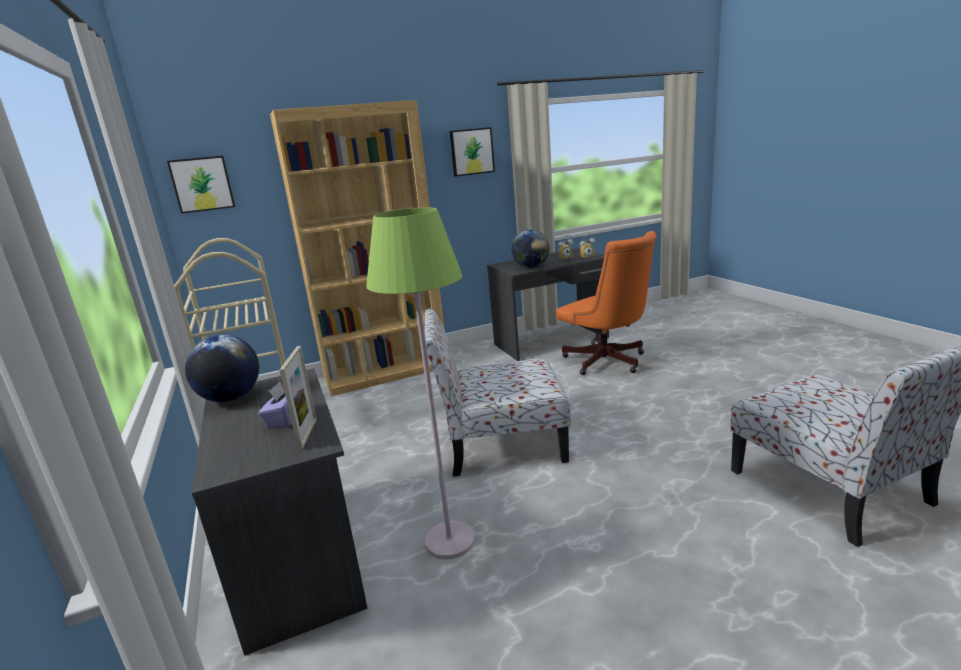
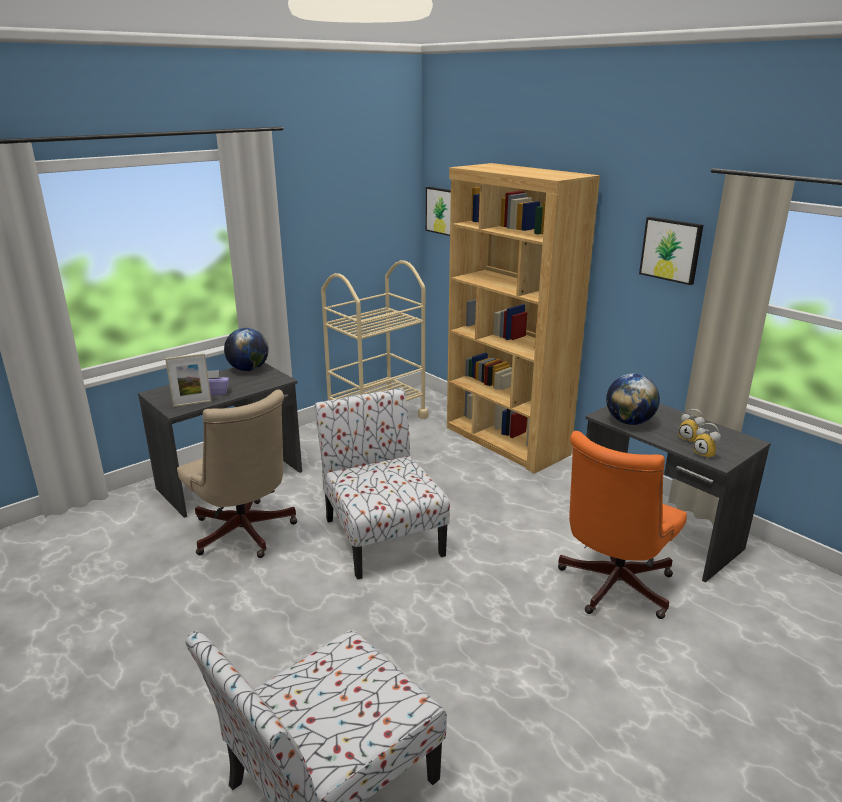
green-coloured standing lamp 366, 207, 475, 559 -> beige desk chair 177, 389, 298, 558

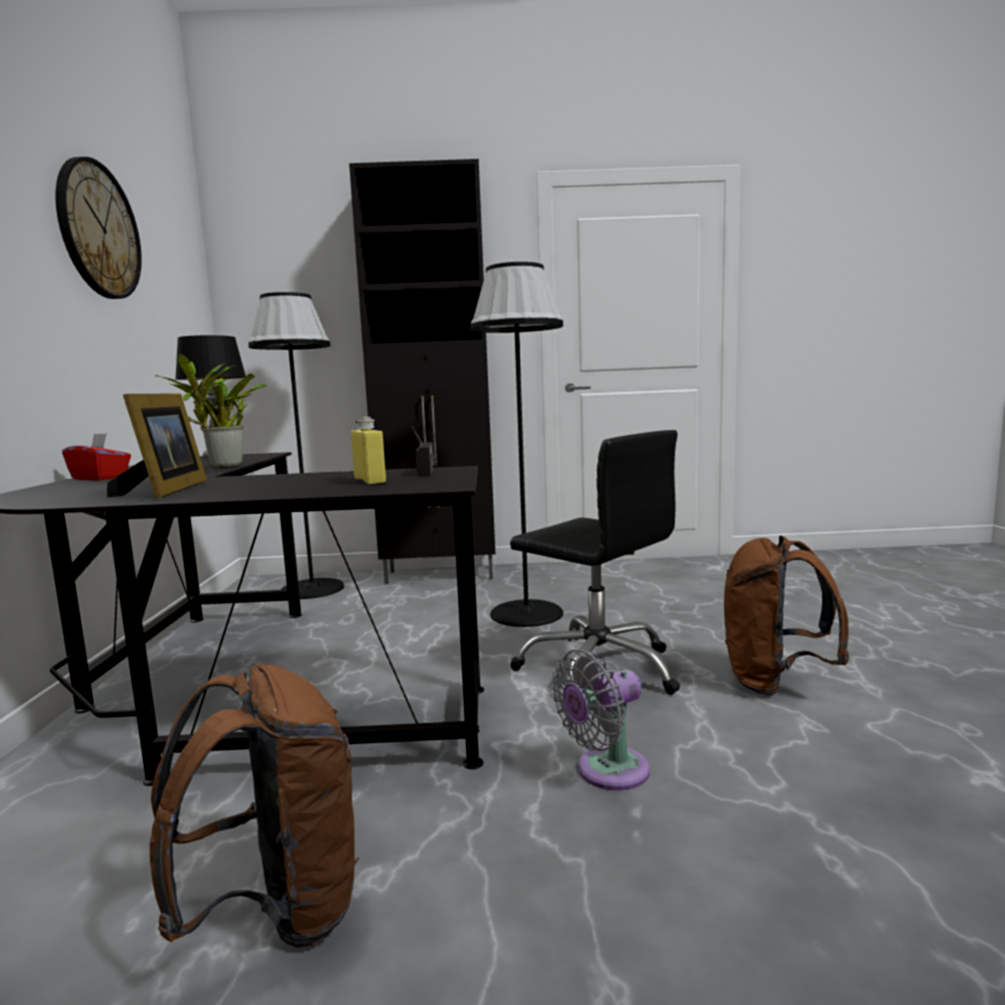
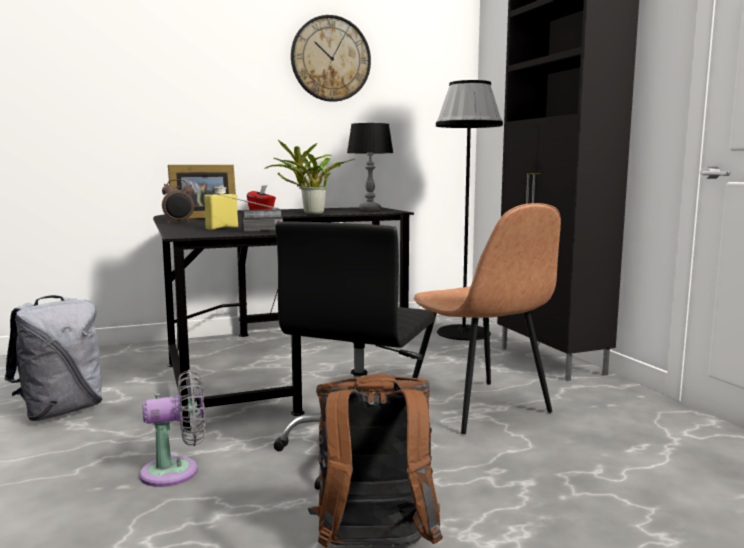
blackish standing lamp 470, 262, 563, 627 -> brown chair 412, 203, 561, 434
gray electric fan 552, 649, 650, 790 -> gray electric fan 140, 370, 206, 487, 120 degrees clockwise
brown knapsack 150, 664, 359, 948 -> gray knapsack 5, 295, 103, 421
none -> table clock 162, 179, 194, 223

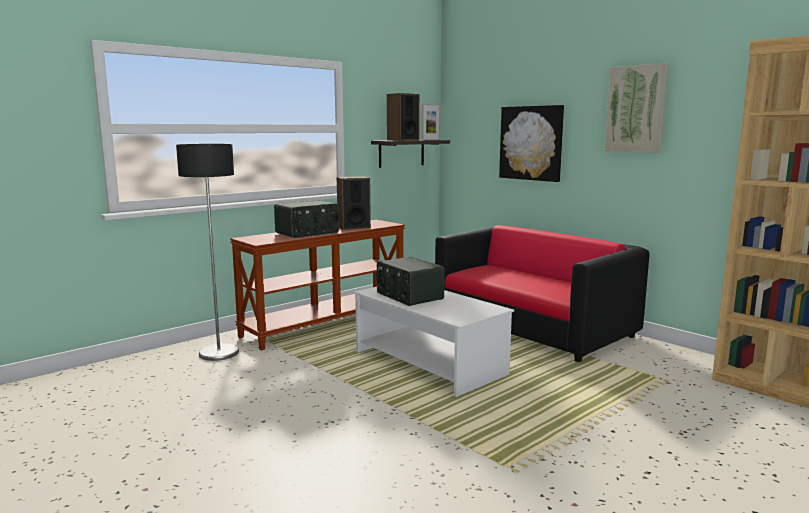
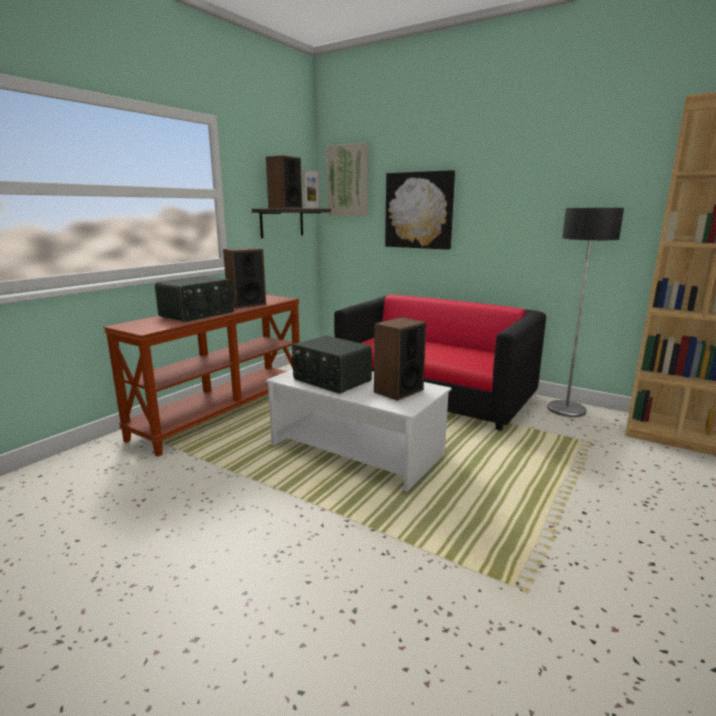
picture 604, 63, 669, 153 -> picture 327, 143, 368, 216, moved
standing lamp 176, 144, 239, 361 -> standing lamp 547, 208, 624, 417, moved
none -> loudspeaker 374, 317, 426, 401

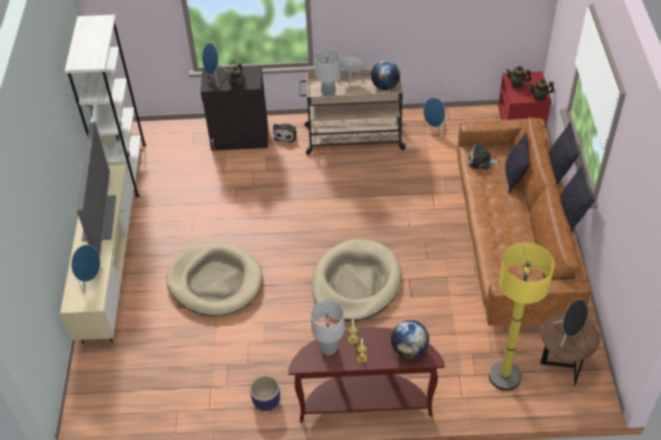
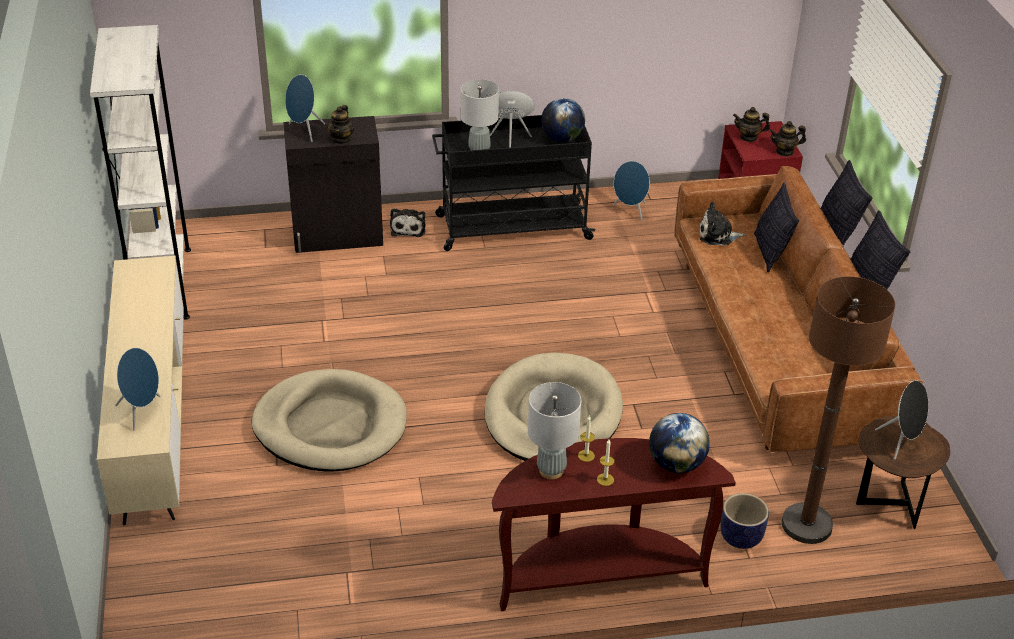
beige trolley 299, 67, 407, 154 -> blackish trolley 432, 115, 596, 251
TV 77, 121, 116, 256 -> none
yellowish standing lamp 489, 243, 554, 391 -> brown standing lamp 782, 276, 895, 544
planter 250, 376, 280, 411 -> planter 720, 493, 769, 549, moved

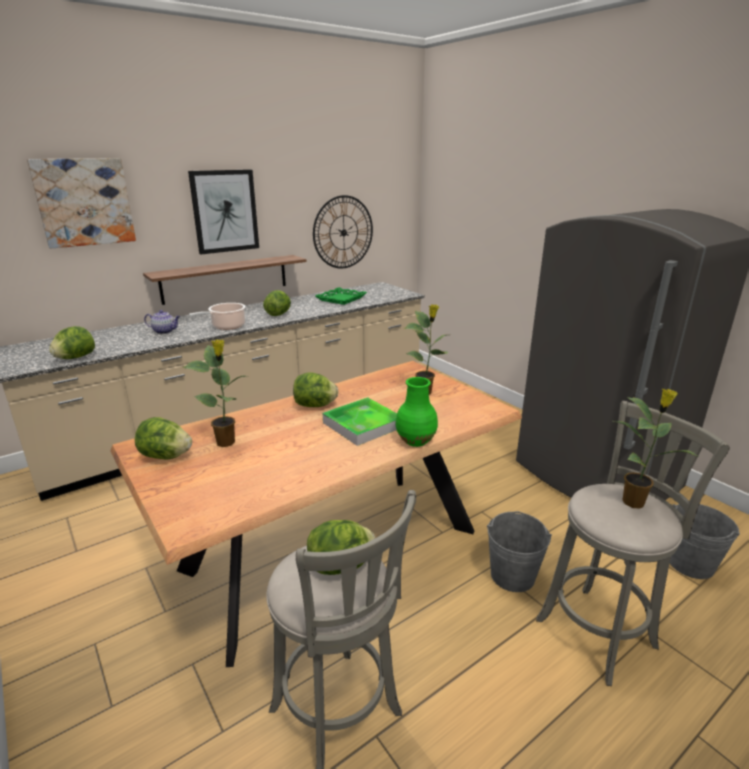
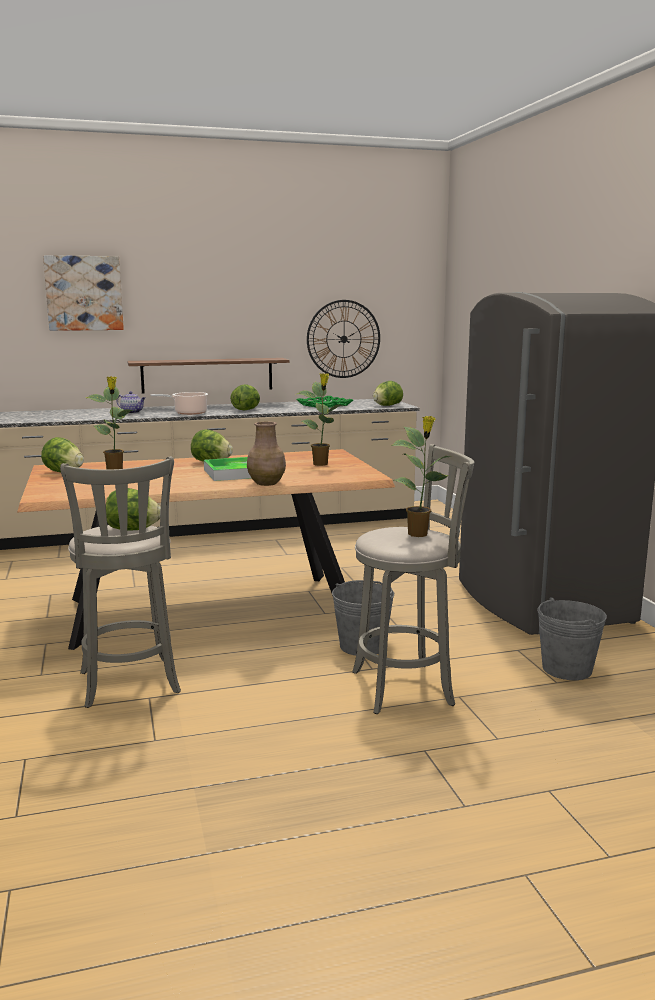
picture 188, 170, 259, 254 -> none
head of lettuce 49, 326, 95, 359 -> head of lettuce 373, 381, 403, 406, moved
green-coloured decorative vase 395, 377, 438, 447 -> brown decorative vase 247, 422, 286, 486

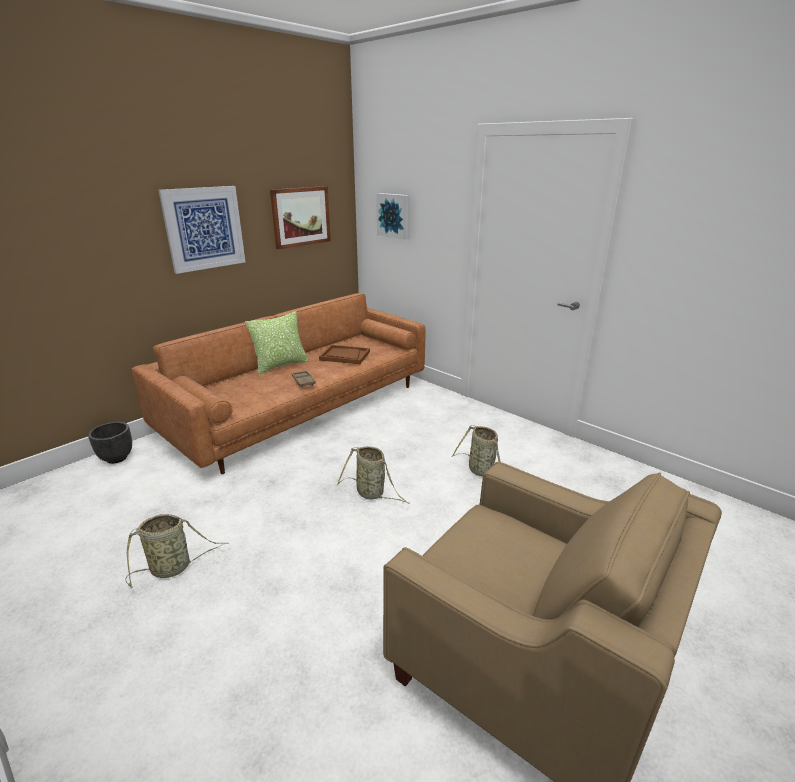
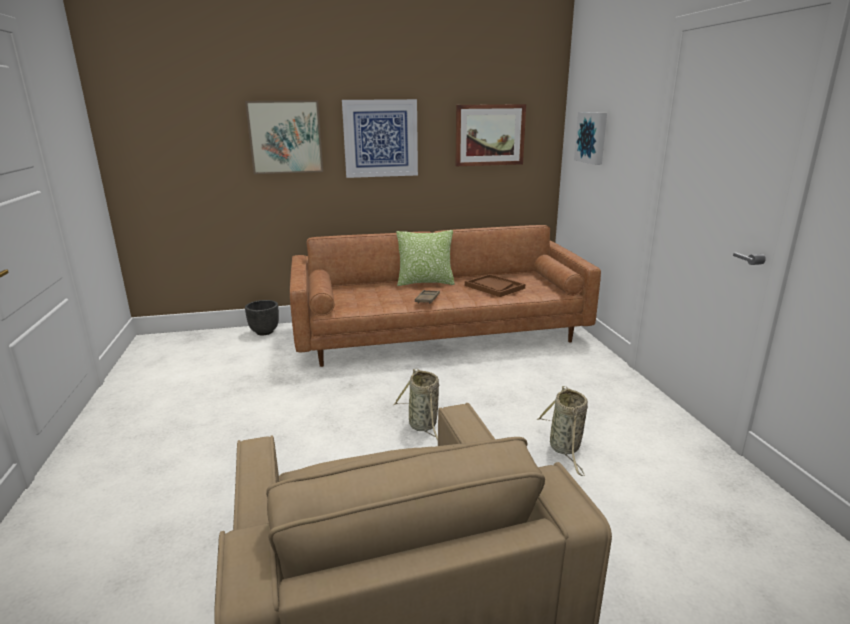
household basket 126, 514, 229, 588 -> none
none -> picture 245, 100, 323, 174

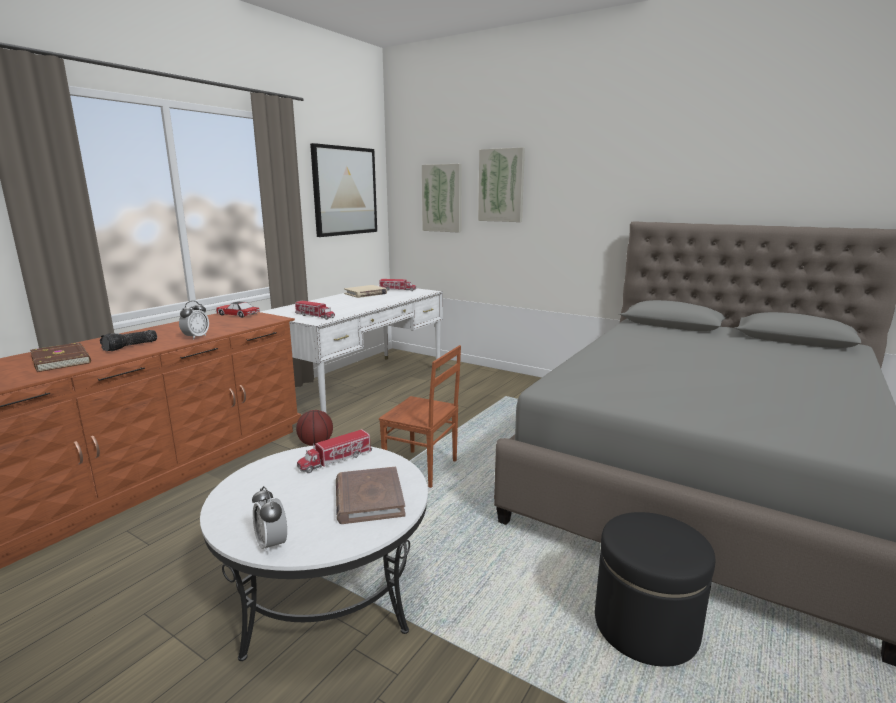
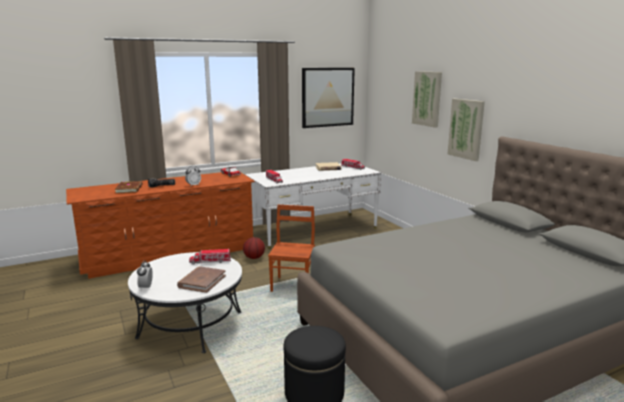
picture 422, 164, 462, 233 -> picture 448, 99, 485, 161, moved
brown chair 379, 345, 461, 488 -> brown chair 268, 205, 315, 292, 135 degrees counterclockwise

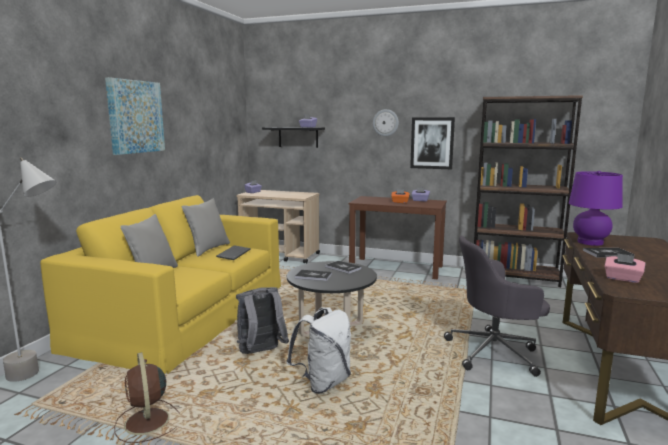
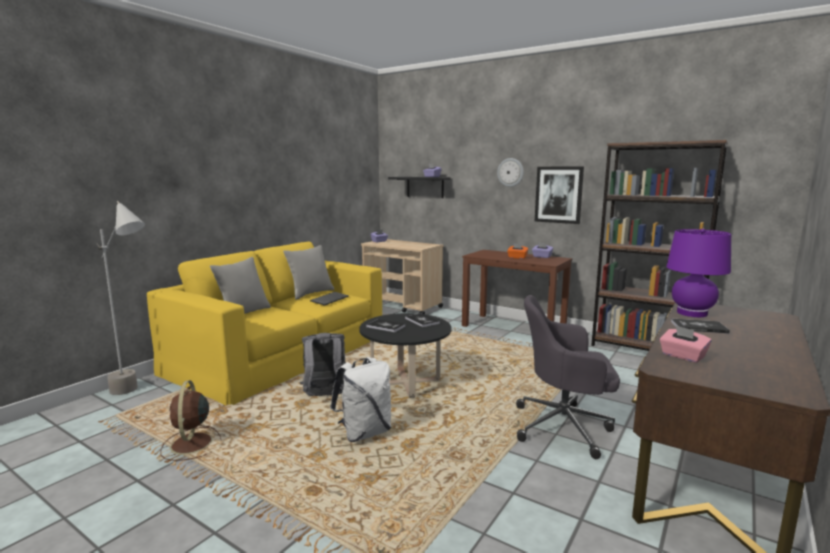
picture 105, 77, 165, 155 -> none

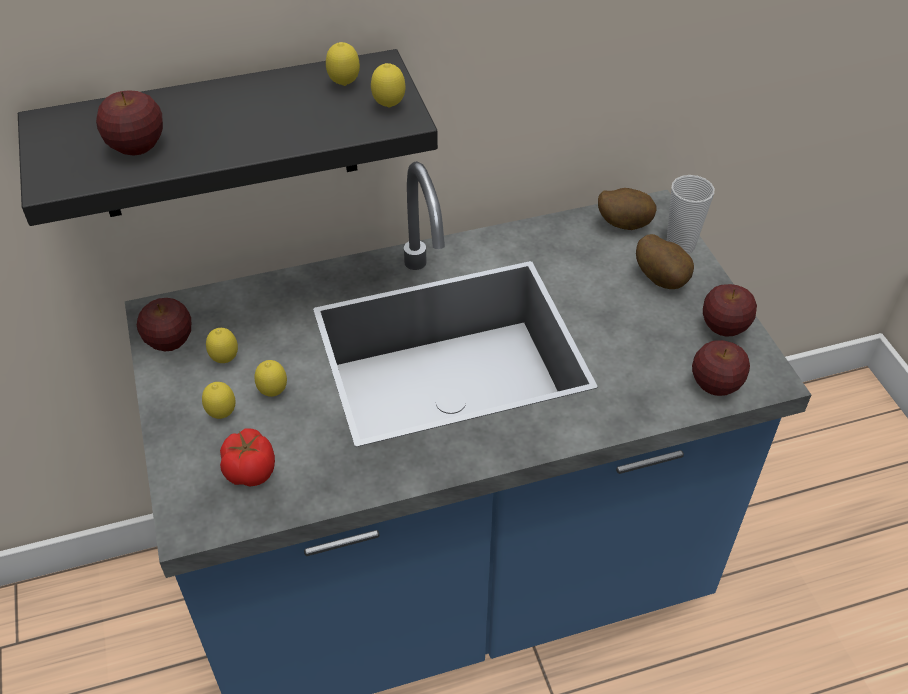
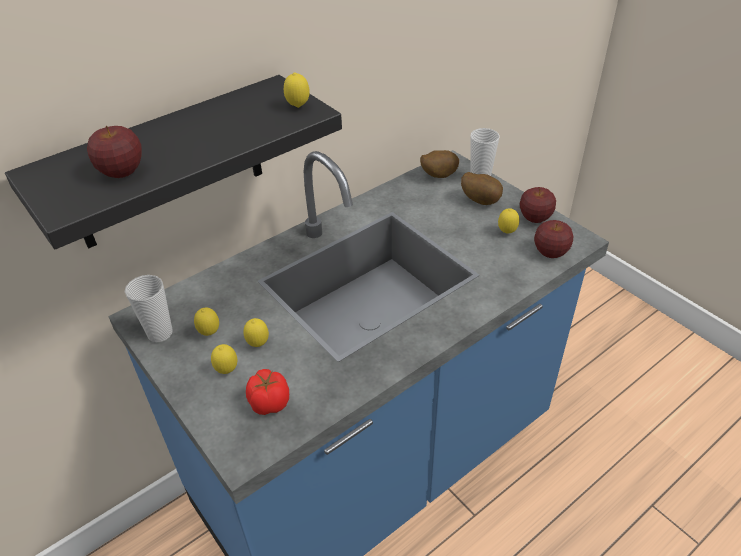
lemon 326, 42, 360, 86 -> lemon 498, 208, 519, 233, moved
apple 137, 298, 191, 351 -> drinking cup 125, 275, 173, 342

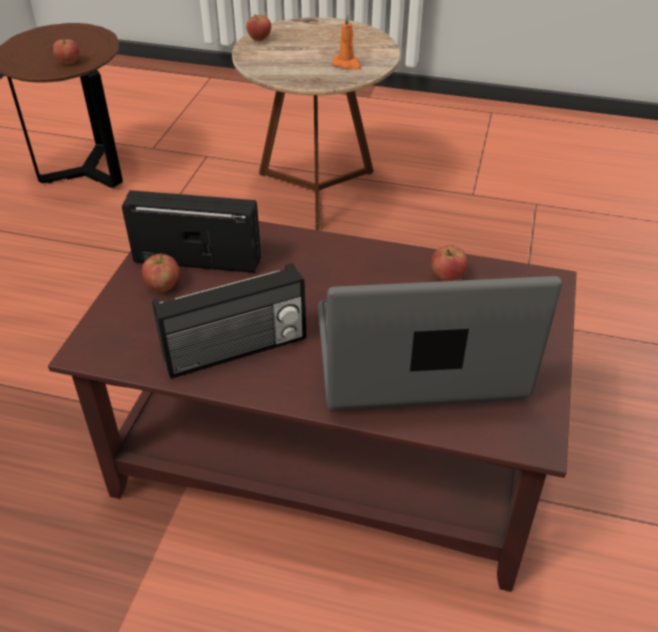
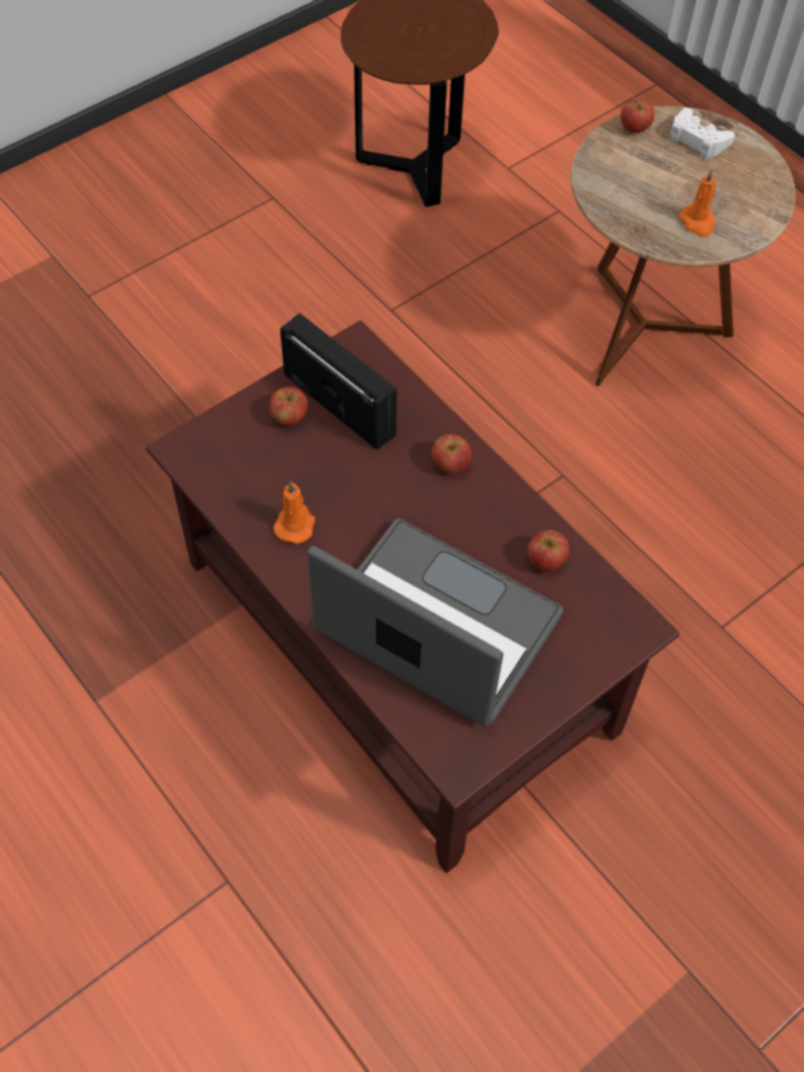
apple 53, 38, 80, 64 -> apple 432, 434, 472, 473, moved
radio 152, 263, 306, 379 -> orangey wax candle 273, 481, 315, 544
none -> white-coloured gamepad 670, 108, 735, 159

